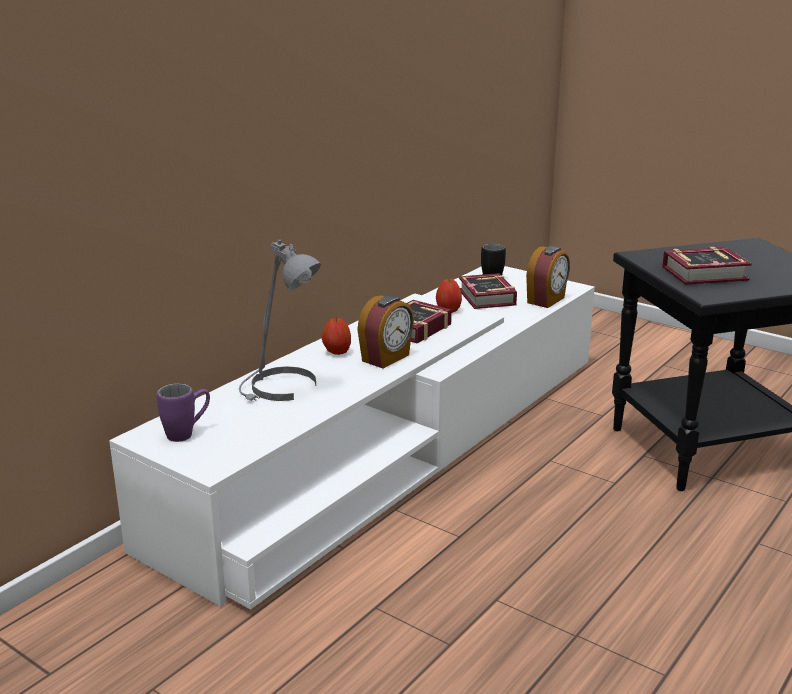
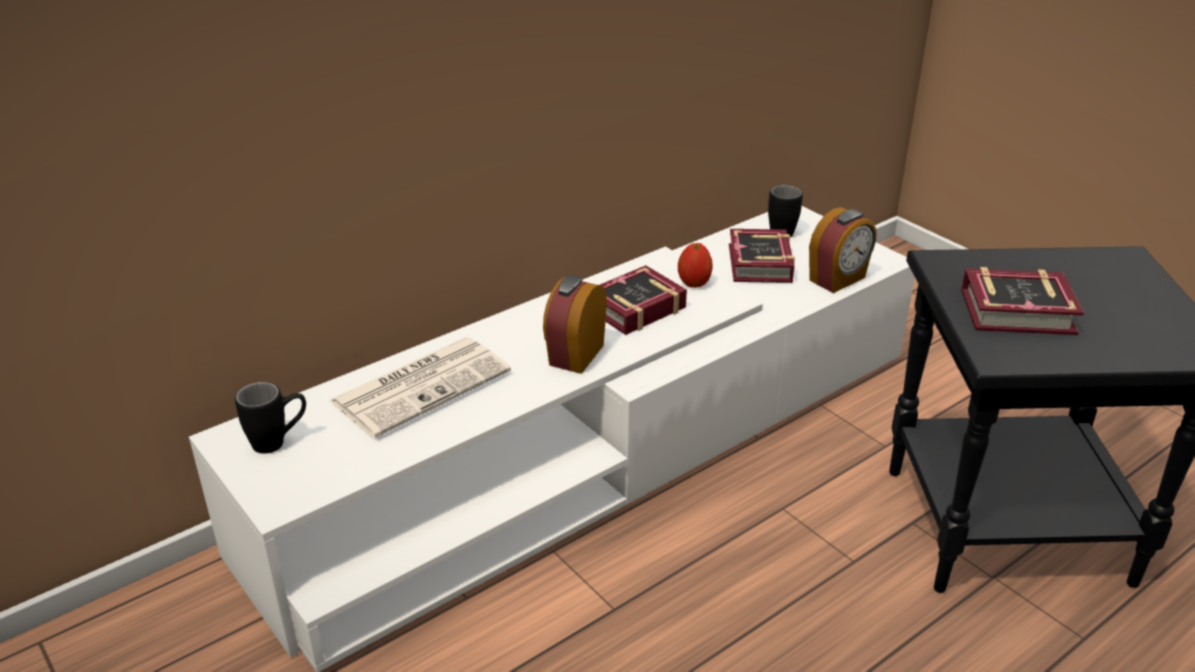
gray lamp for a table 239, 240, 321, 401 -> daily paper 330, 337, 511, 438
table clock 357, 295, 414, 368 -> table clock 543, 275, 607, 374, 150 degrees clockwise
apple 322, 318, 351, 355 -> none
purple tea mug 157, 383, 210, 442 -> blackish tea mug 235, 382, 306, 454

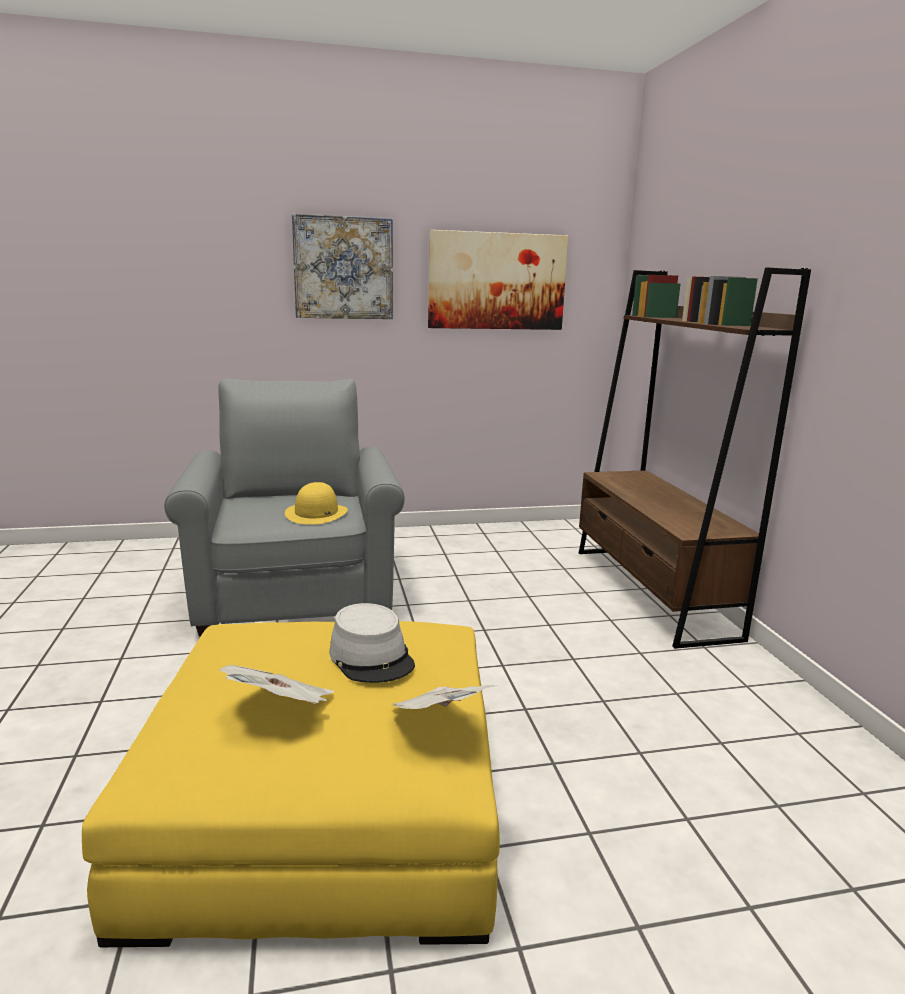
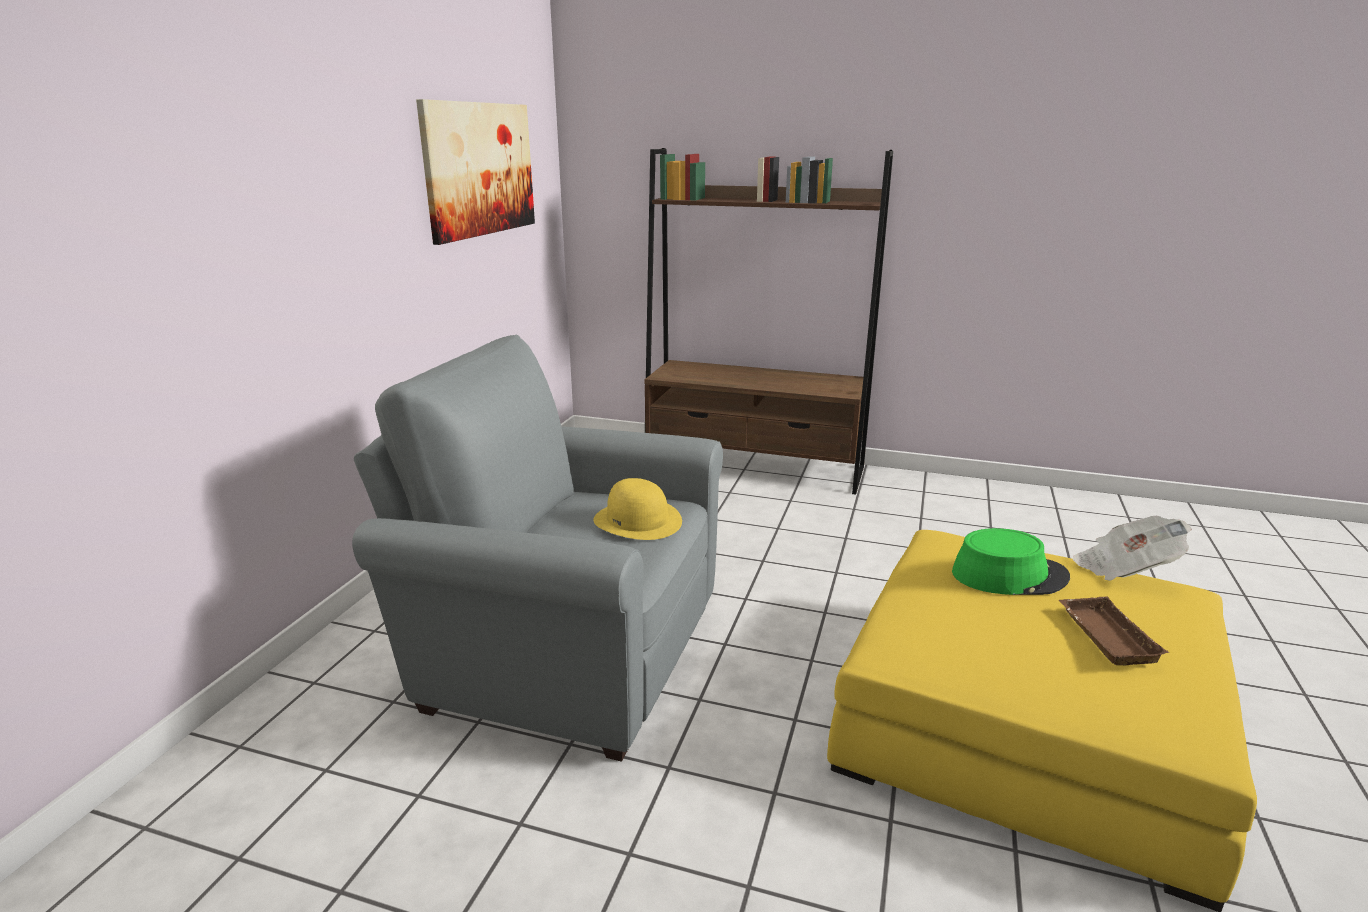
picture 292, 214, 393, 319 -> none
gray clothing hat 329, 603, 415, 683 -> green-coloured clothing hat 952, 528, 1070, 595
daily paper 219, 665, 334, 704 -> brown serving tray 1058, 596, 1169, 665

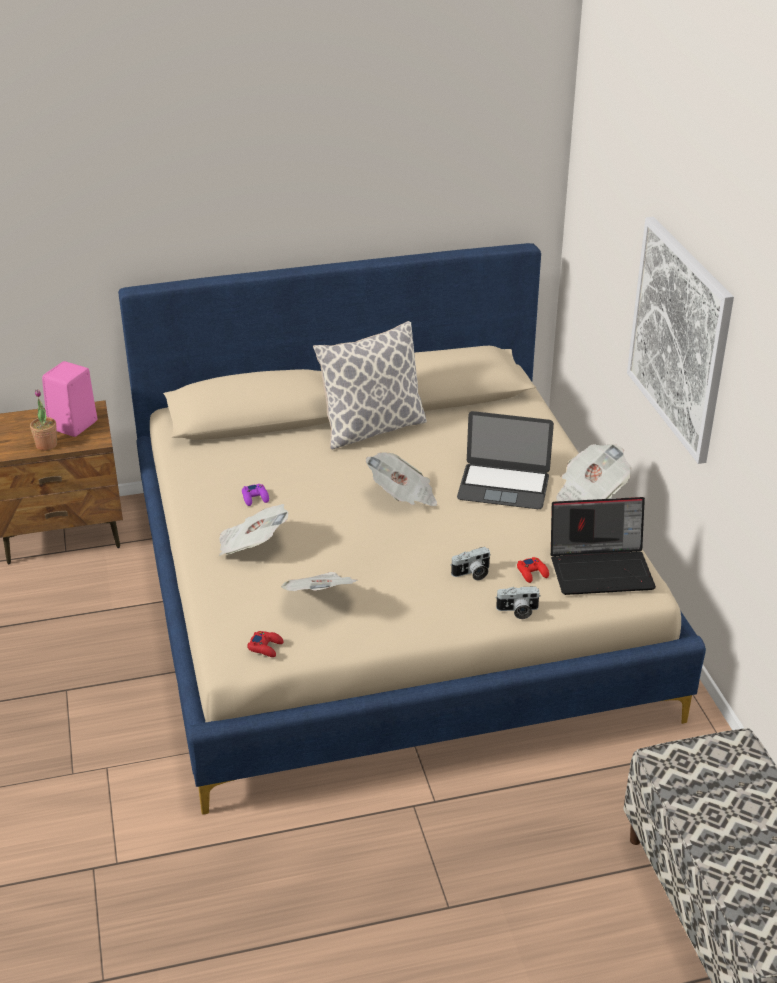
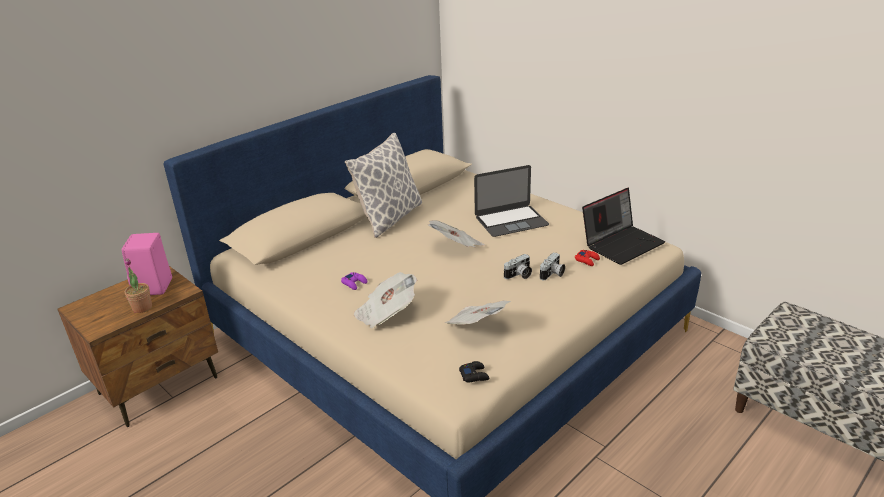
picture 627, 217, 734, 464 -> none
daily paper 556, 444, 632, 501 -> none
photo camera 495, 586, 541, 619 -> photo camera 504, 254, 532, 279, moved
red gamepad 247, 631, 283, 657 -> blackish gamepad 459, 361, 489, 383

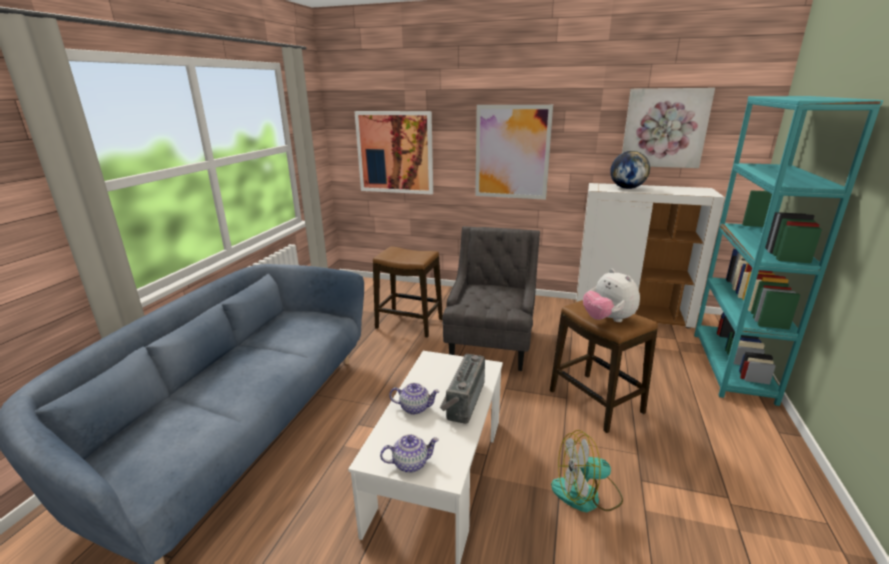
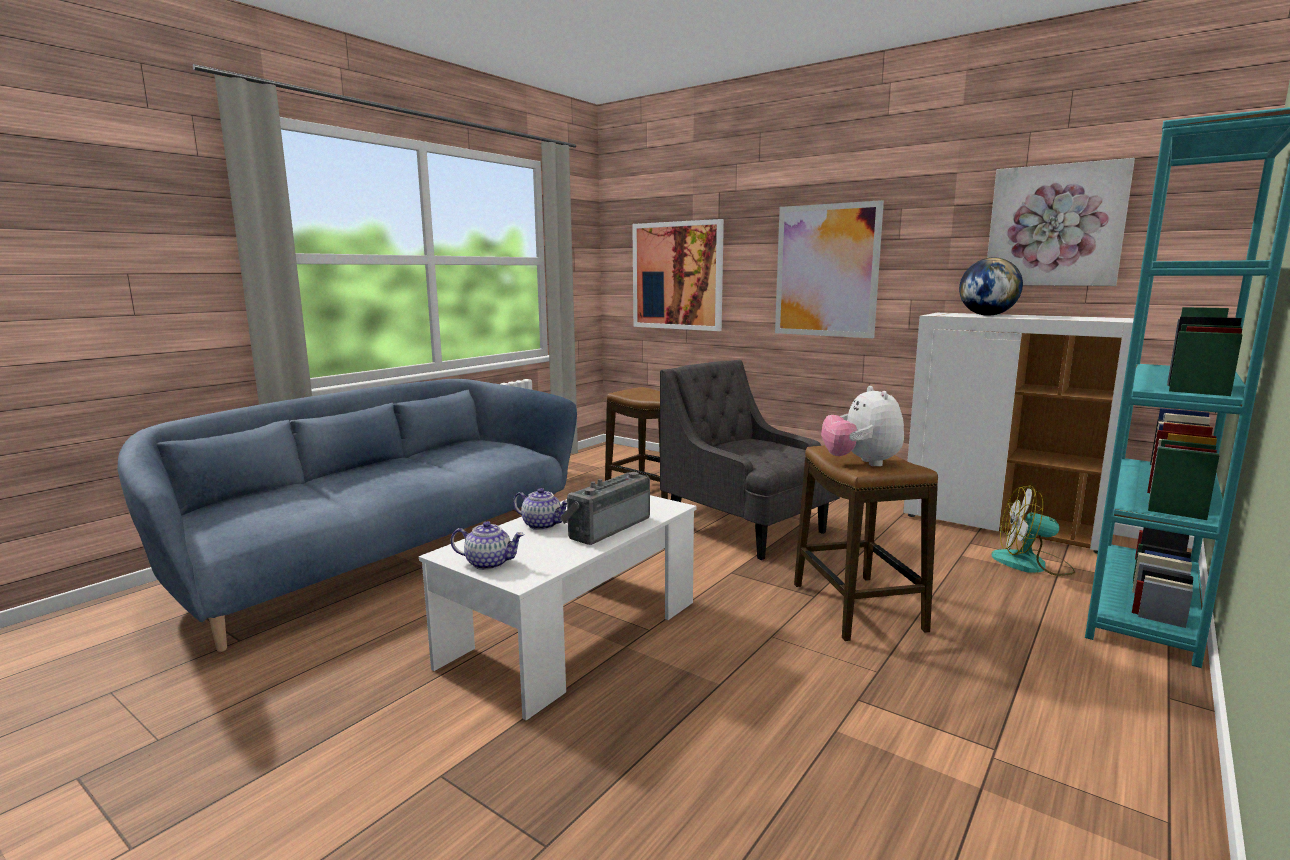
gray lounge chair 442, 226, 540, 371 -> gray lounge chair 660, 360, 840, 560, 75 degrees counterclockwise
electric fan 551, 430, 623, 512 -> electric fan 991, 485, 1075, 576, moved

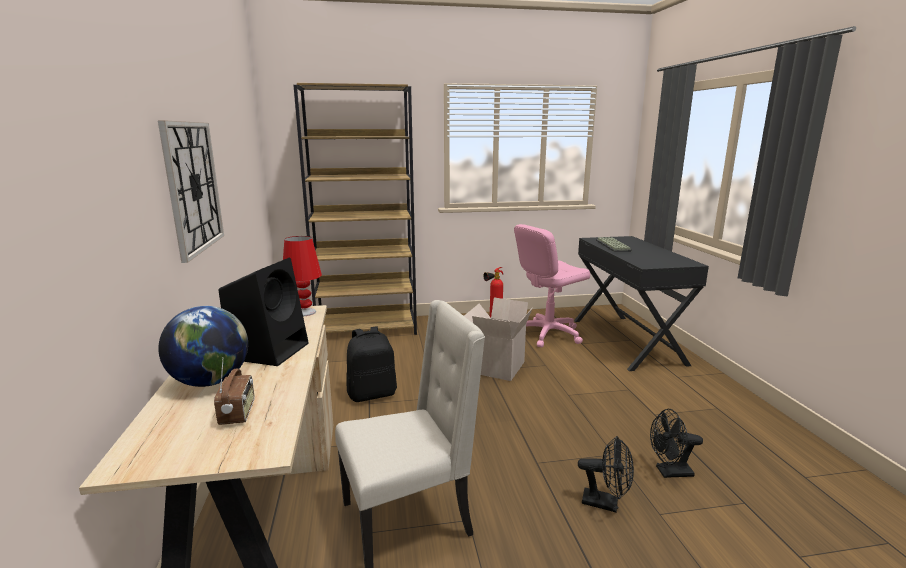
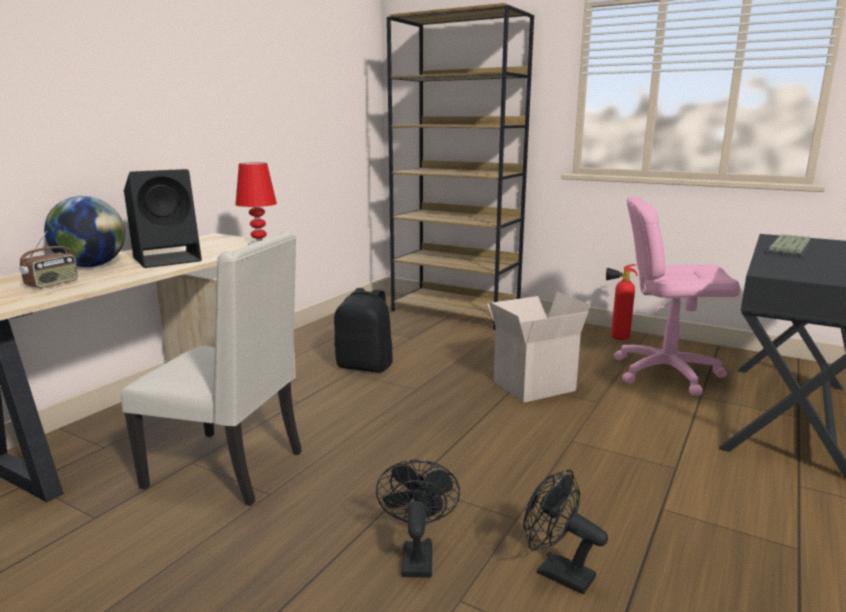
clock on the wall 158, 120, 224, 263 -> none
blackish electric fan 578, 436, 634, 513 -> blackish electric fan 376, 459, 460, 578, 150 degrees counterclockwise

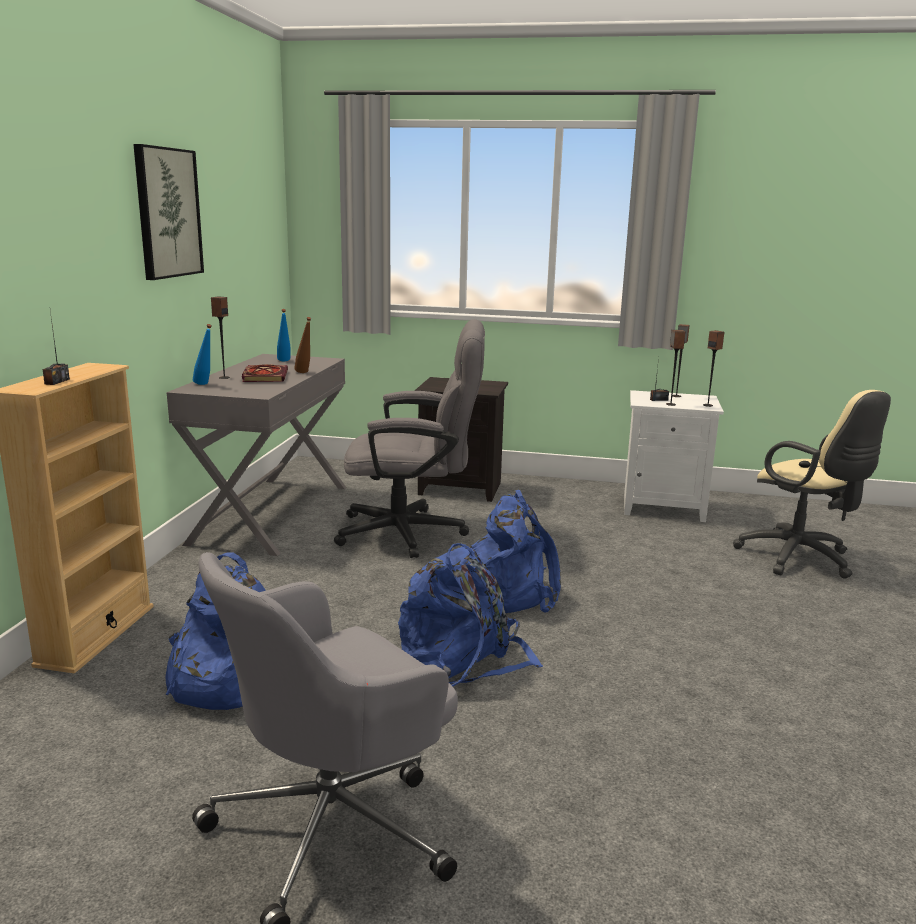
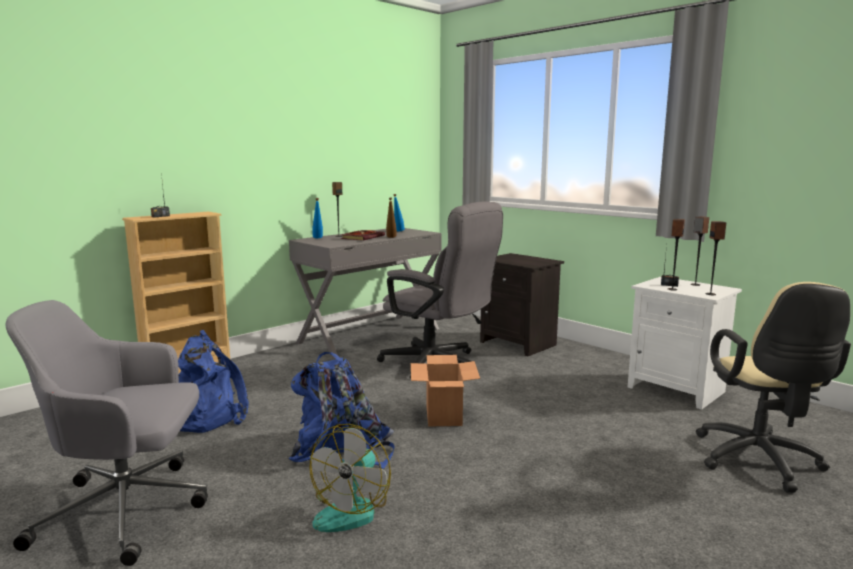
picture 133, 144, 204, 280 -> none
blue knapsack 470, 490, 561, 613 -> carton 411, 355, 480, 427
none -> electric fan 310, 424, 391, 532

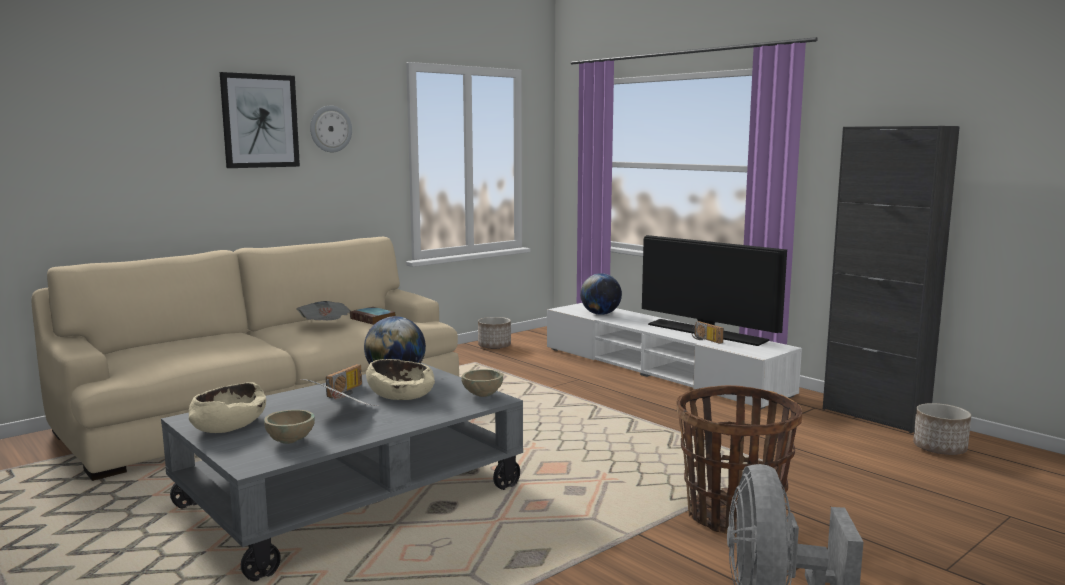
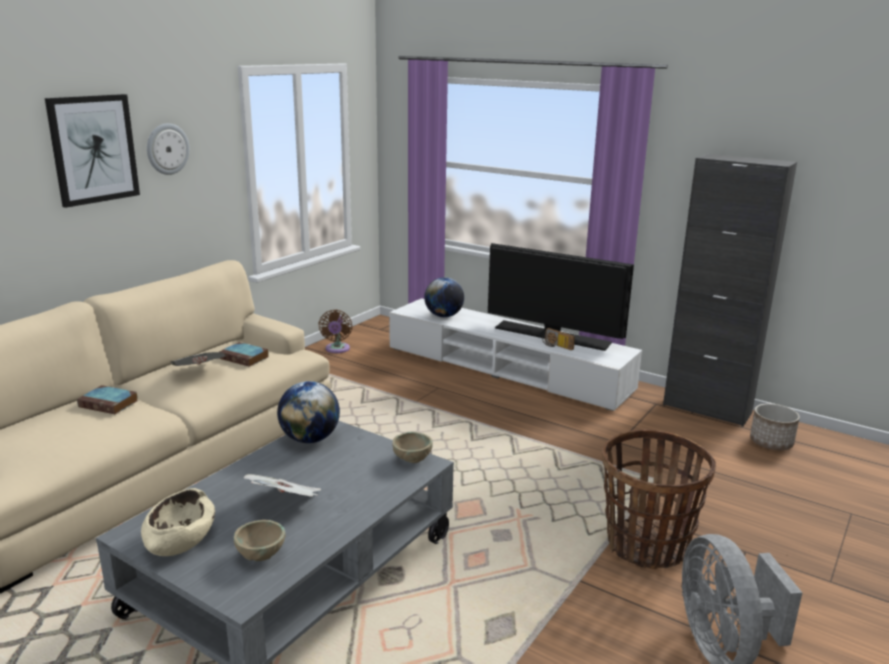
planter 478, 317, 511, 349 -> brown electric fan 318, 310, 352, 353
beige bowl 366, 359, 435, 400 -> none
radio 326, 364, 362, 398 -> none
none -> bound book 77, 385, 138, 414

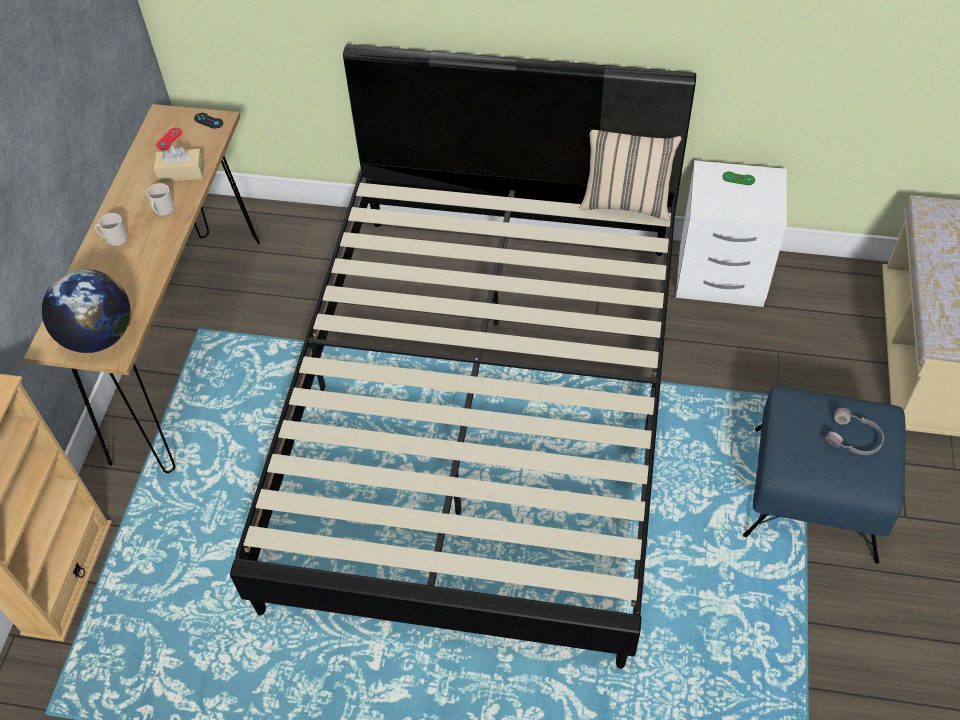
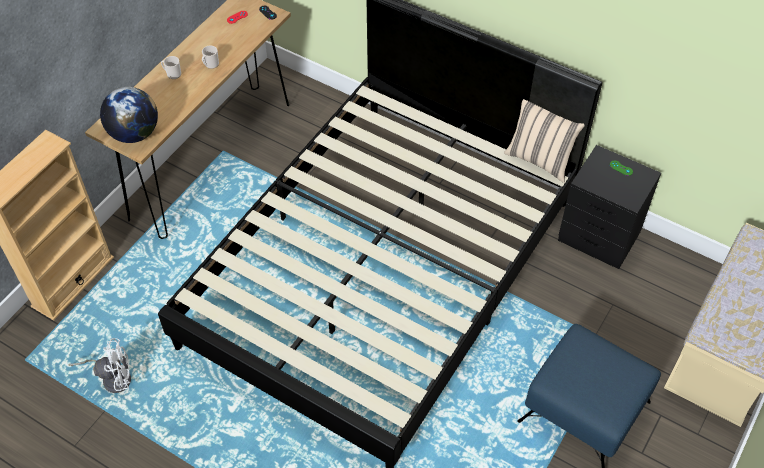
beige tissue box 154, 145, 204, 182 -> none
white-coloured nightstand 676, 161, 787, 307 -> blackish nightstand 558, 145, 661, 269
gray pair of headphones 824, 408, 884, 455 -> none
none -> white-coloured electric fan 68, 338, 131, 393

